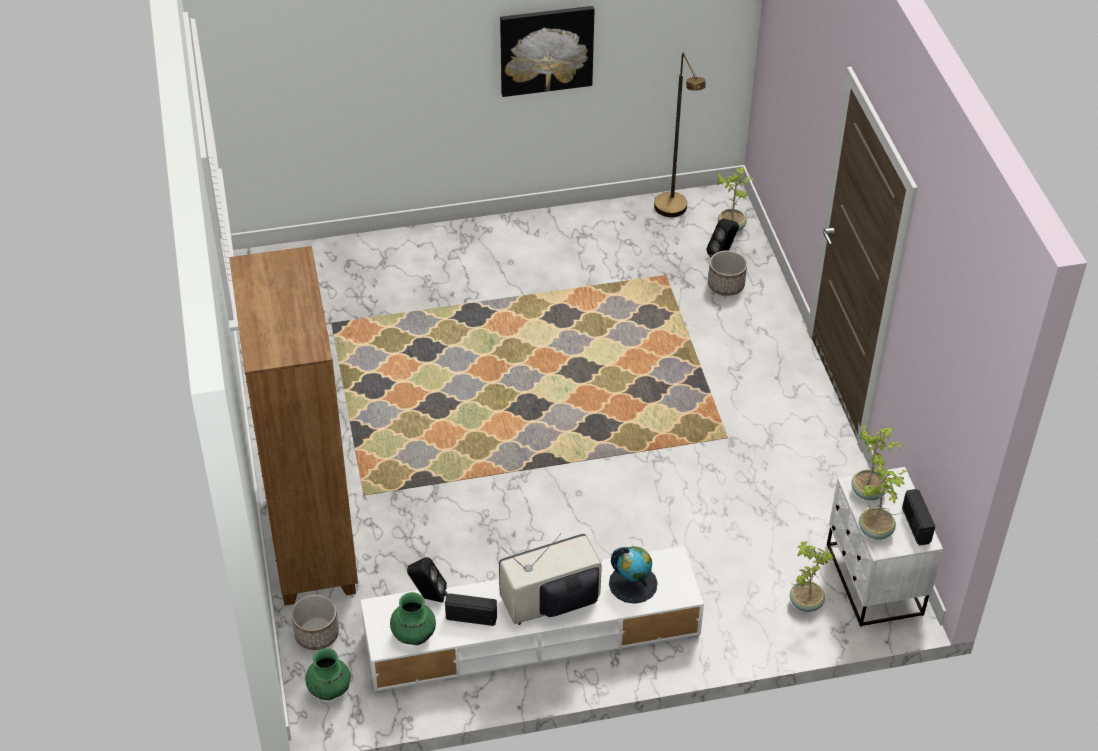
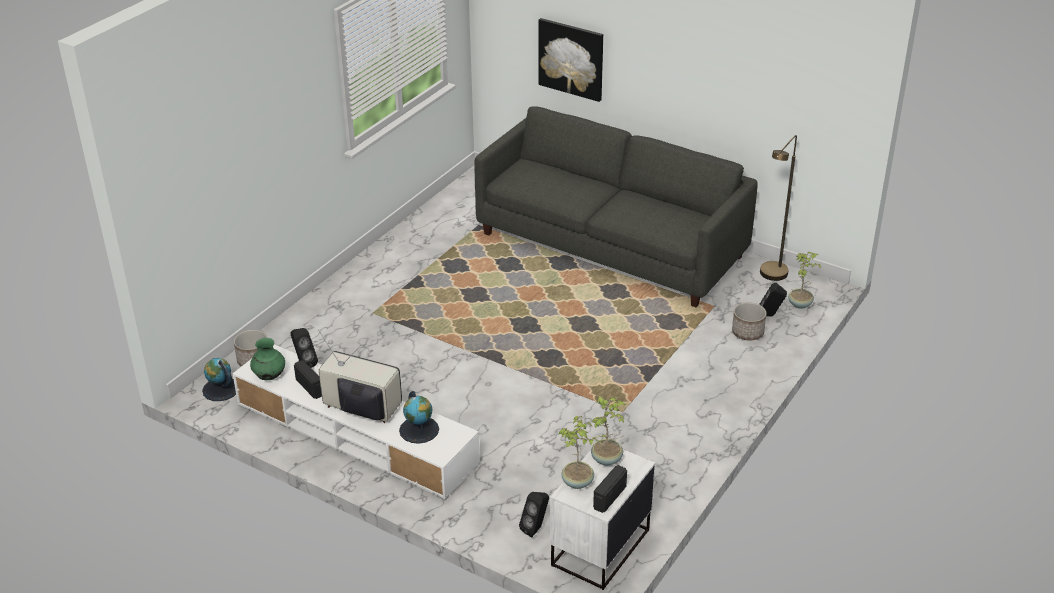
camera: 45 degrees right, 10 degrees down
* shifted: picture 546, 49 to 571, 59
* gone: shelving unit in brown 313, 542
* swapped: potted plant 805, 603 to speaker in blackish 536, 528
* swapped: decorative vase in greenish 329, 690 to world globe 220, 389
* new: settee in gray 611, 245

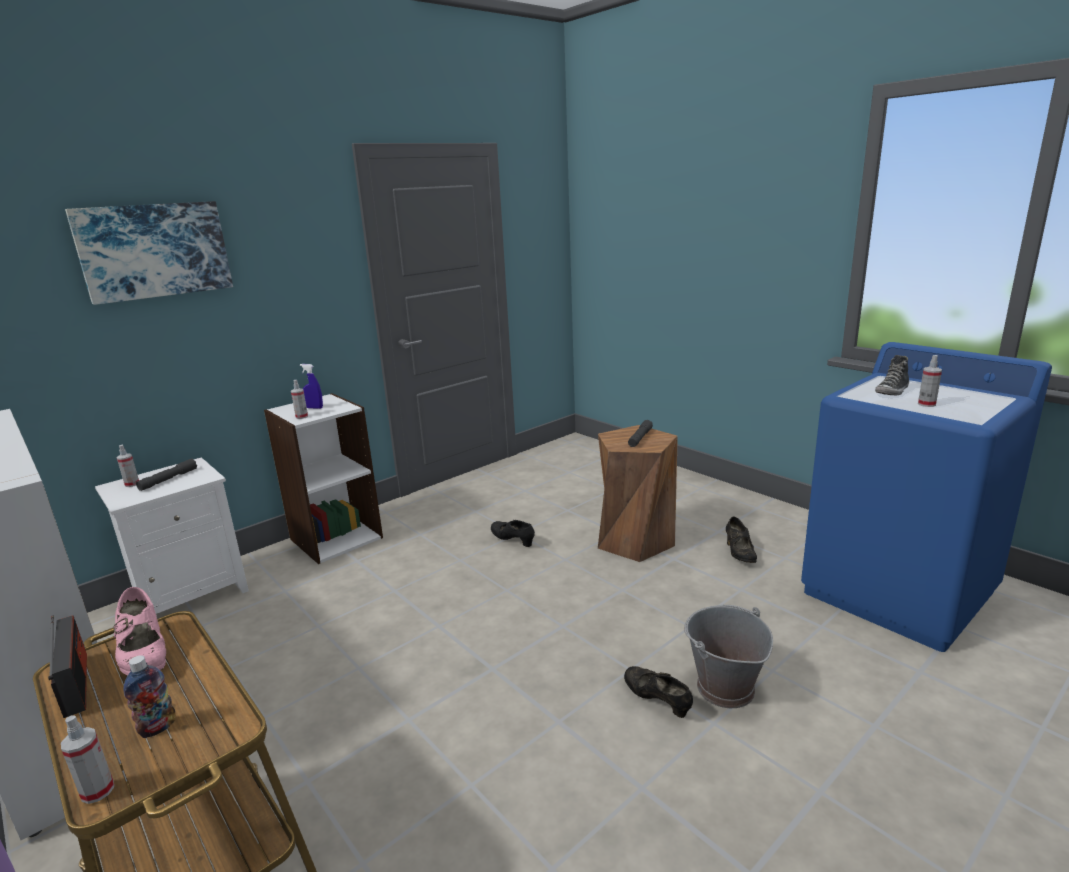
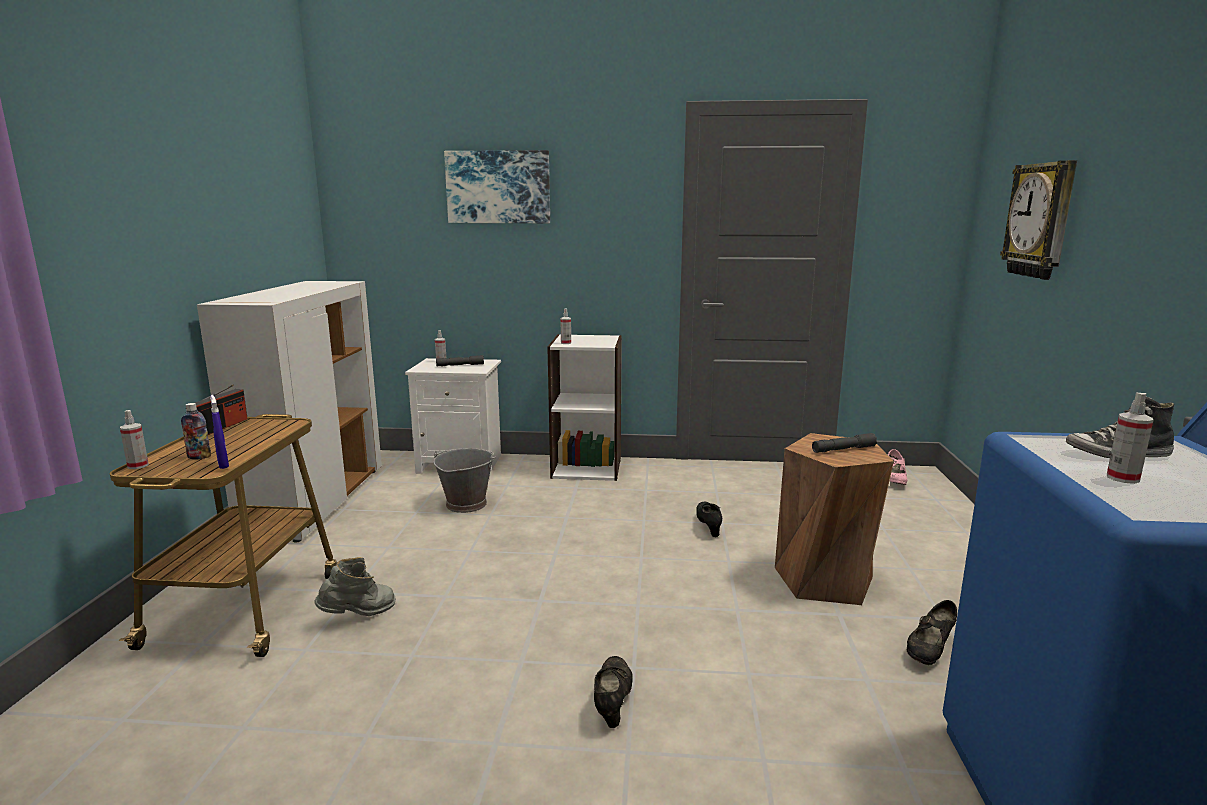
camera: 45 degrees right, 5 degrees down
* shifted: spray bottle in bluish 314, 408 to 223, 465
* shifted: item of footwear in pink-coloured 145, 656 to 894, 480
* shifted: pail in gray 724, 688 to 466, 504
* new: hanging clock 1041, 220
* new: tall boot in gray 359, 616

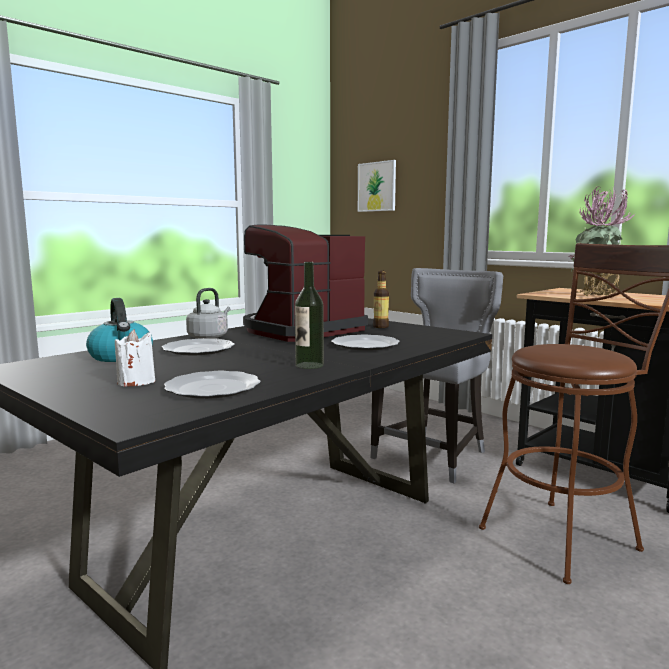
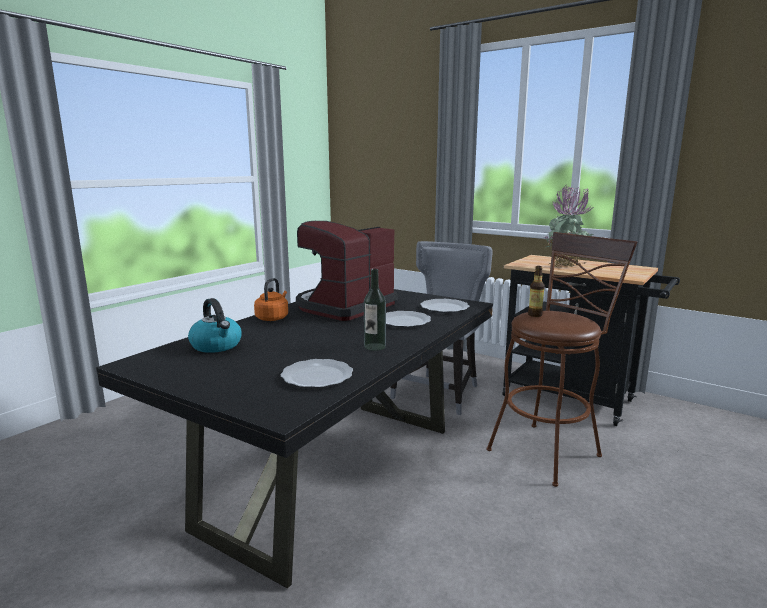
camera: 10 degrees left, 5 degrees up
* gone: picture 377, 186
* shifted: bottle 381, 327 to 535, 315
* repainted: tea kettle in gray 209, 337 to tea kettle in orangey 273, 318
* gone: wax candle in white-coloured 136, 382
* shifted: dinner plate 200, 349 to 445, 308

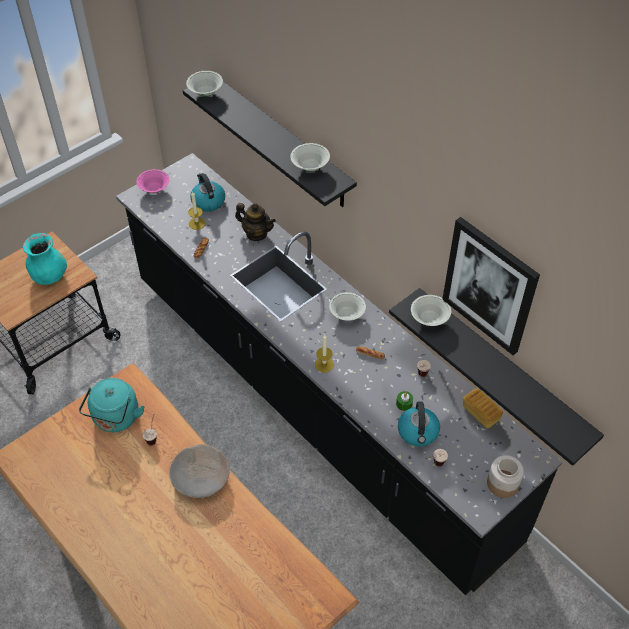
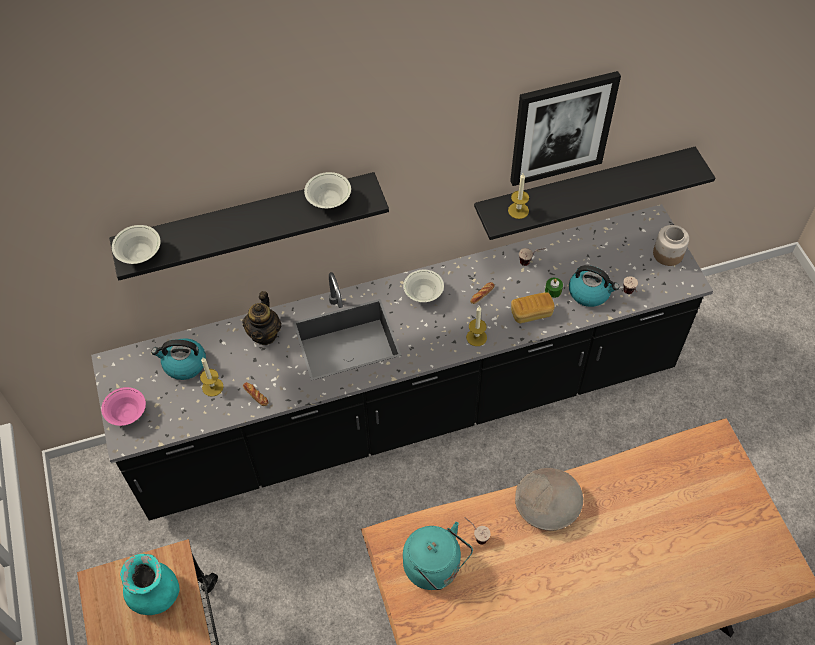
camera: 65 degrees left, 5 degrees up
* rotated: pot for tea 256, 234 = 265, 334 135 degrees clockwise
* swapped: serving bowl in white-coloured 429, 319 to wax candle 518, 210
* shifted: bakery bread 481, 413 to 531, 313

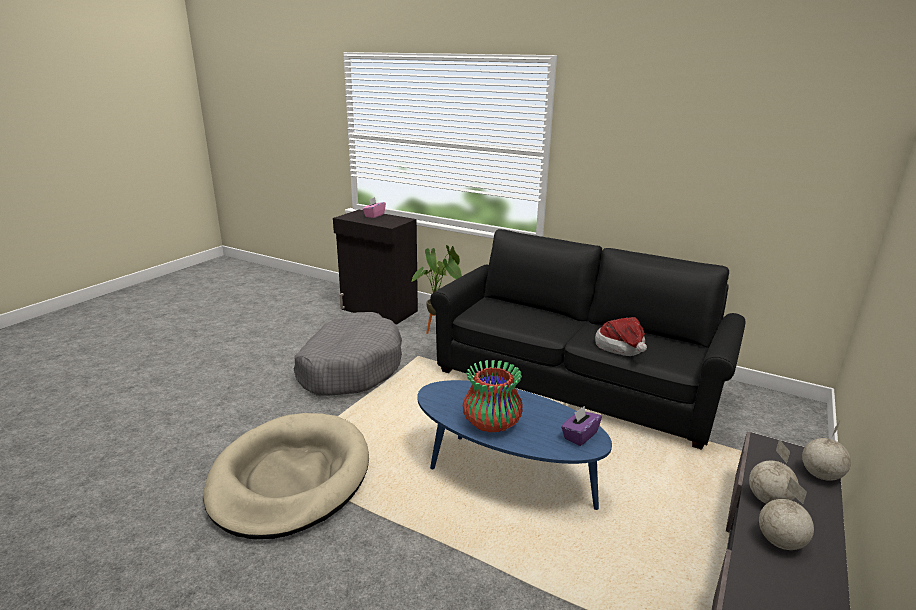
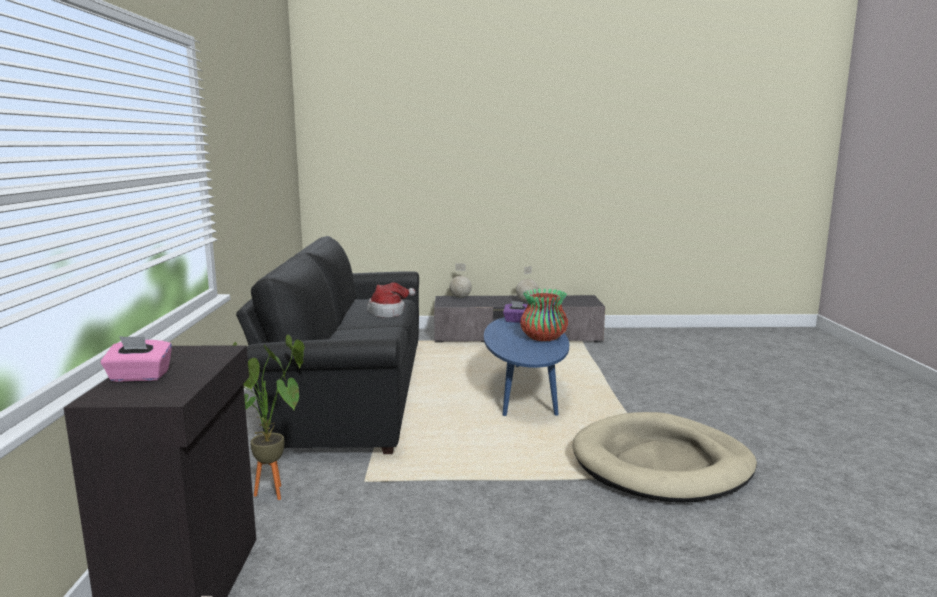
camera: 120 degrees left, 10 degrees down
* gone: dog bed in gray 350, 367
* gone: world globe 768, 500

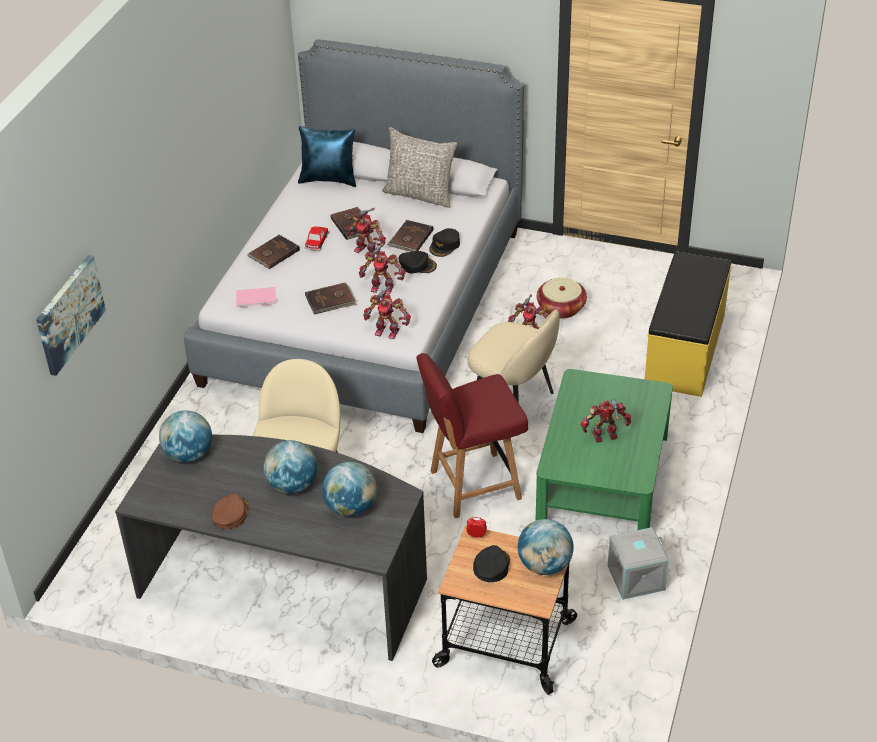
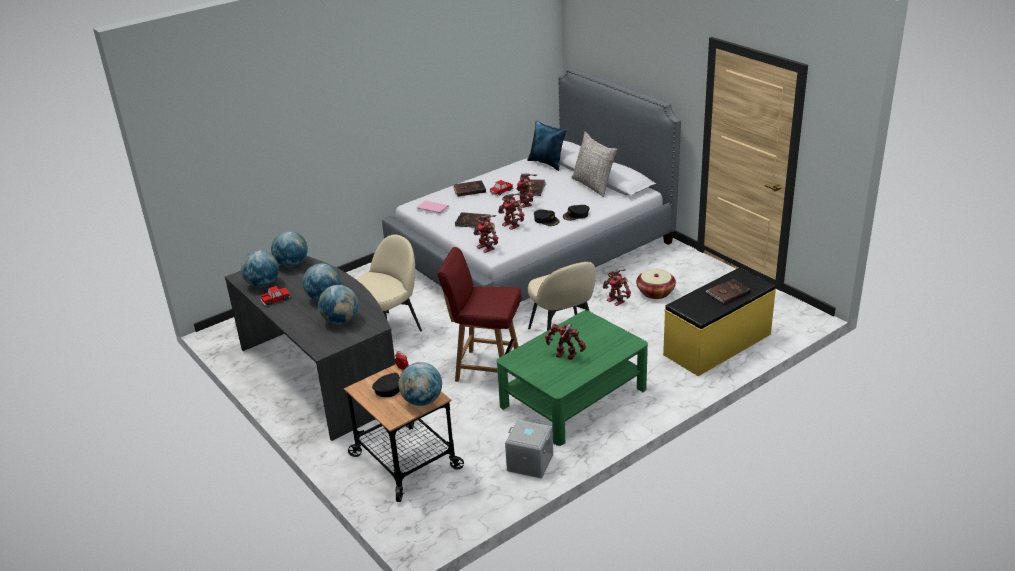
camera: 35 degrees right, 10 degrees down
* shifted: book in brown 410, 238 to 727, 293
* gone: picture 69, 314
* swapped: baseball cap in brown 230, 514 to miniature car 276, 299
* new: world globe 263, 284

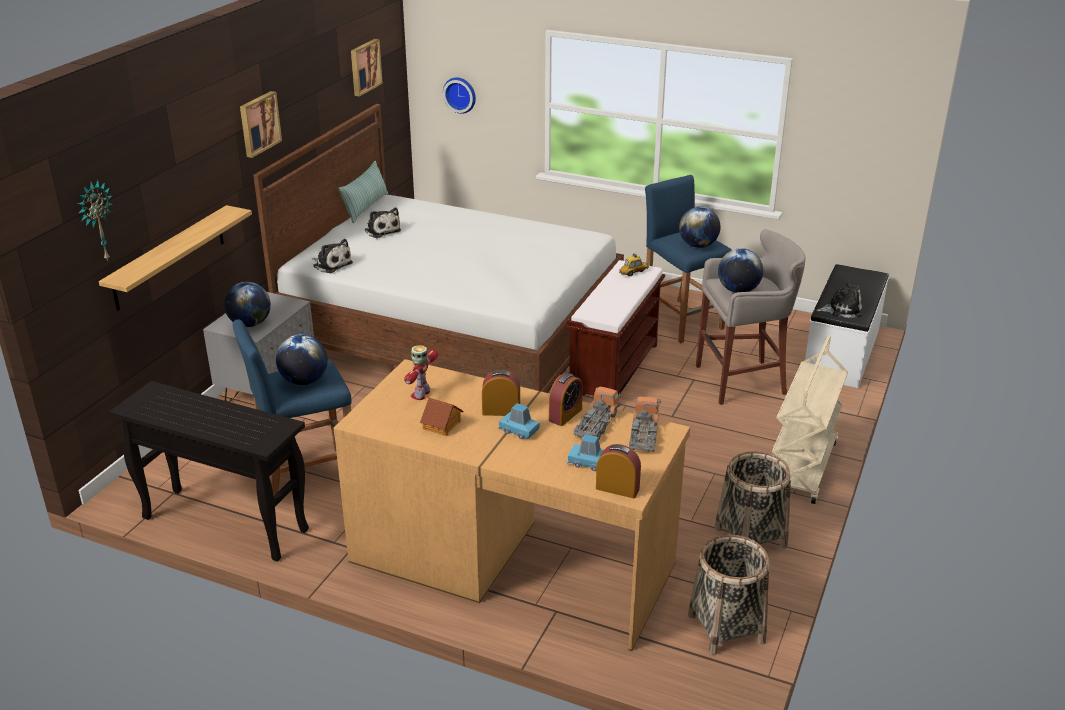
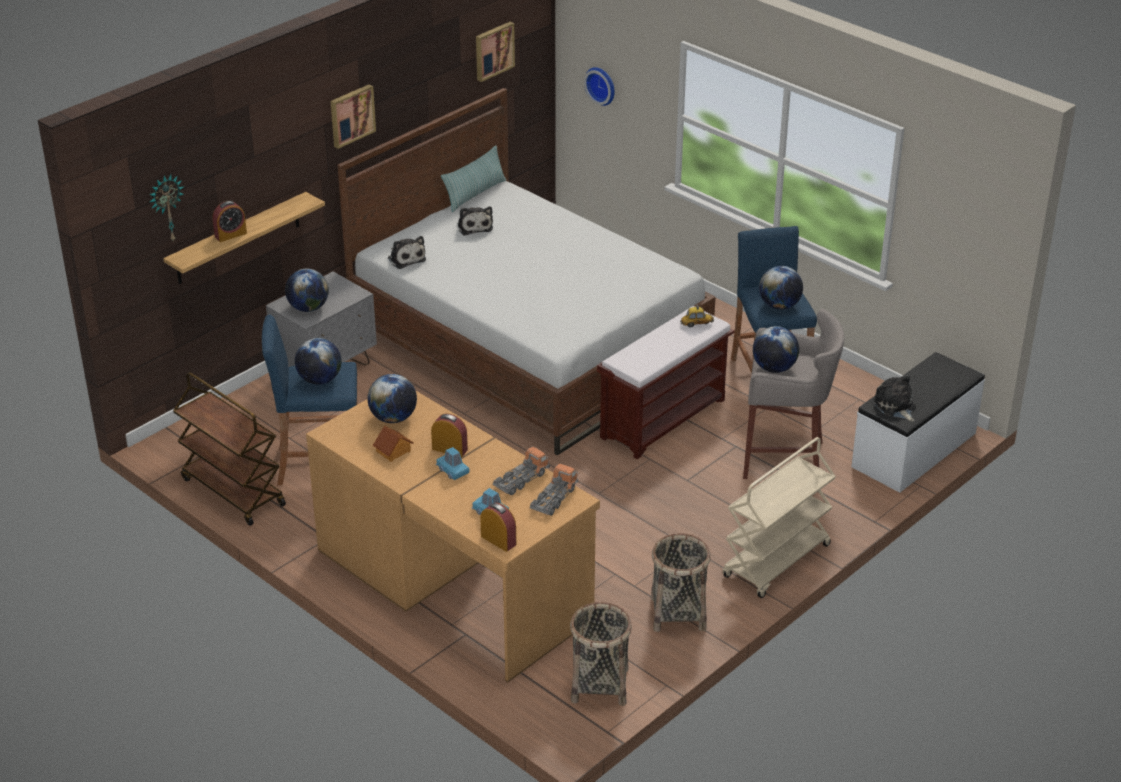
camera: 20 degrees right, 5 degrees up
* rotated: cuddly toy 841, 309 = 895, 407 135 degrees counterclockwise
* swapped: toy robot 421, 394 to world globe 393, 418
* shifted: table clock 565, 415 to 230, 235
* swapped: hall table in blackish 223, 524 to wheeled cart in brown 232, 492

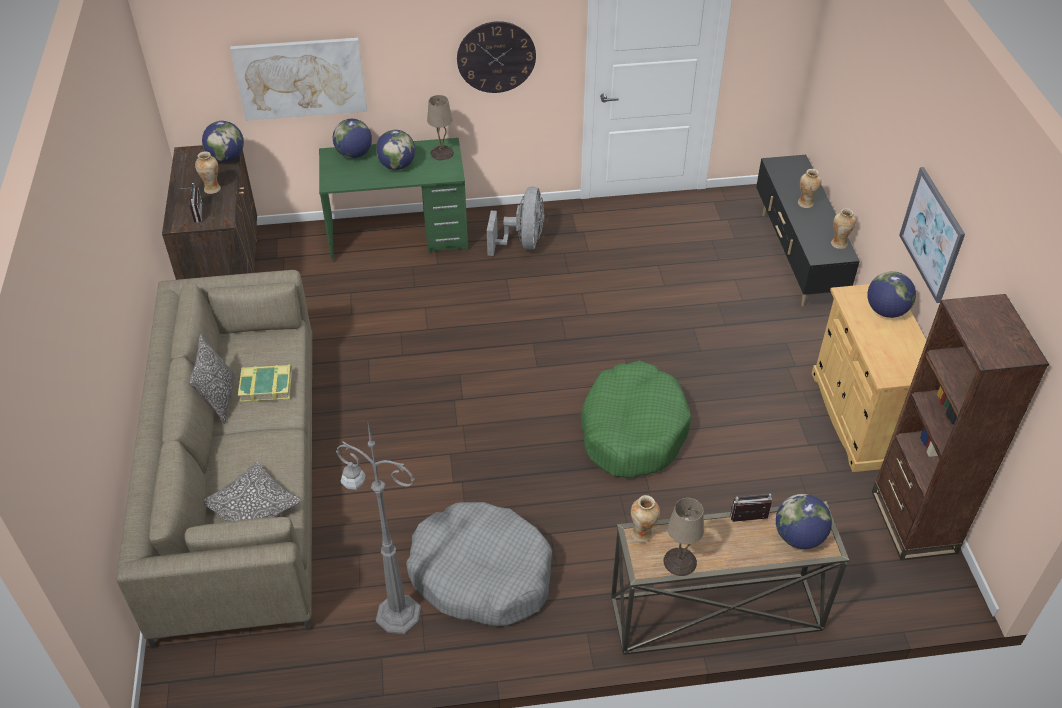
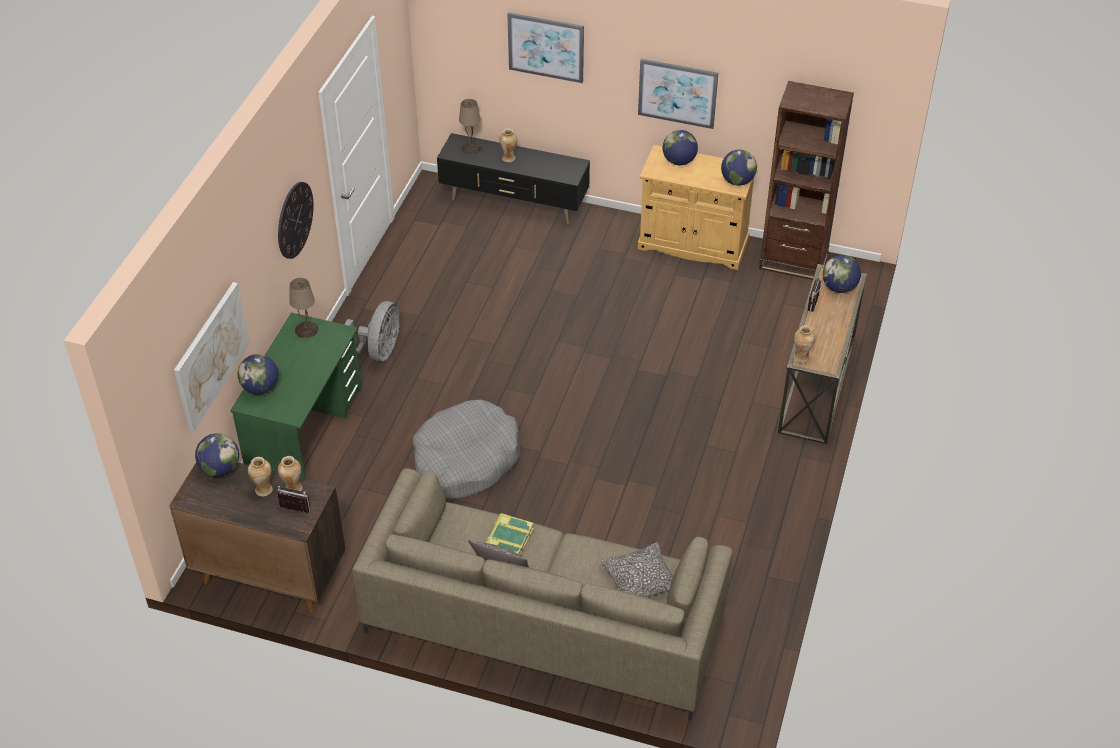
camera: 65 degrees left, 0 degrees up
* shifted: world globe 397, 165 to 737, 181
* rotated: electric fan in gray 522, 243 = 377, 352 75 degrees clockwise
* shifted: decorative vase 839, 243 to 293, 489
* gone: dog bed in greenish 632, 430
* gone: standard lamp in gray 396, 613
* shifted: table lamp in sand-coloured 679, 562 to 471, 147
* shifted: dog bed in gray 481, 574 to 465, 460
* new: picture 546, 47

